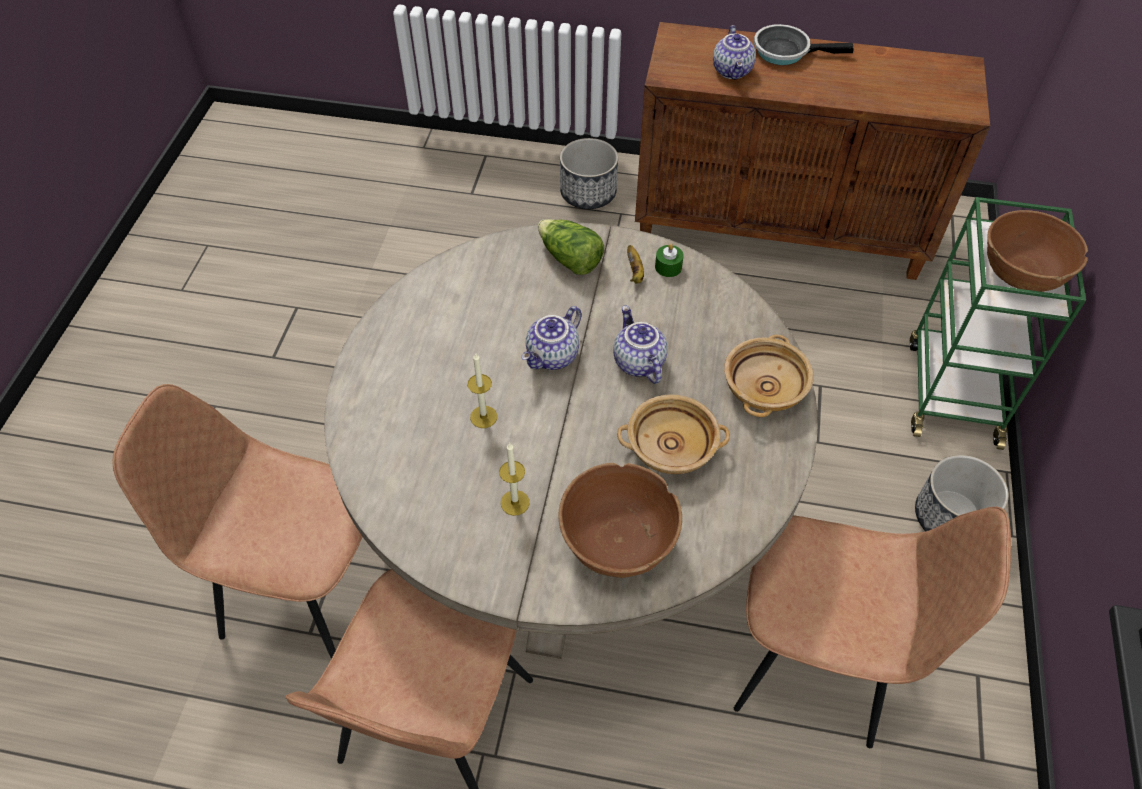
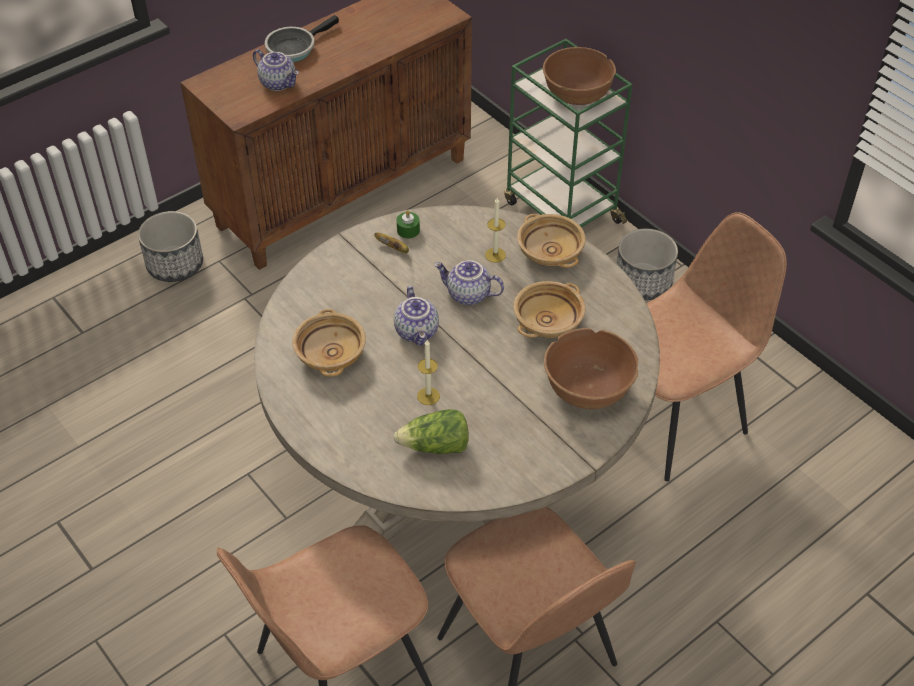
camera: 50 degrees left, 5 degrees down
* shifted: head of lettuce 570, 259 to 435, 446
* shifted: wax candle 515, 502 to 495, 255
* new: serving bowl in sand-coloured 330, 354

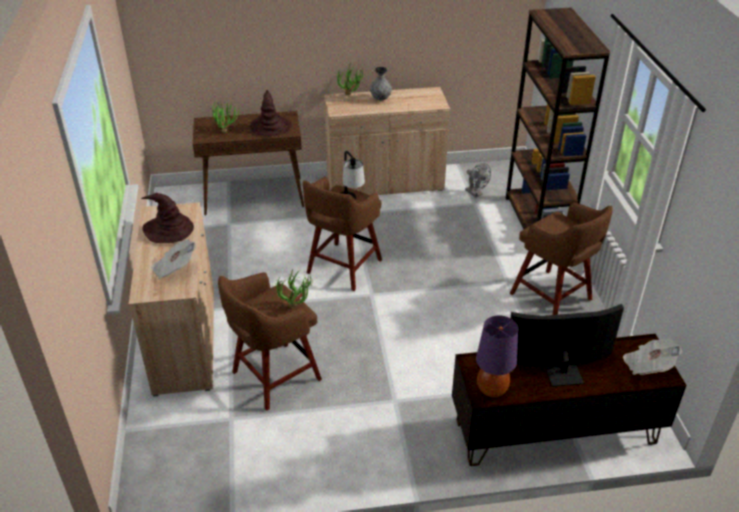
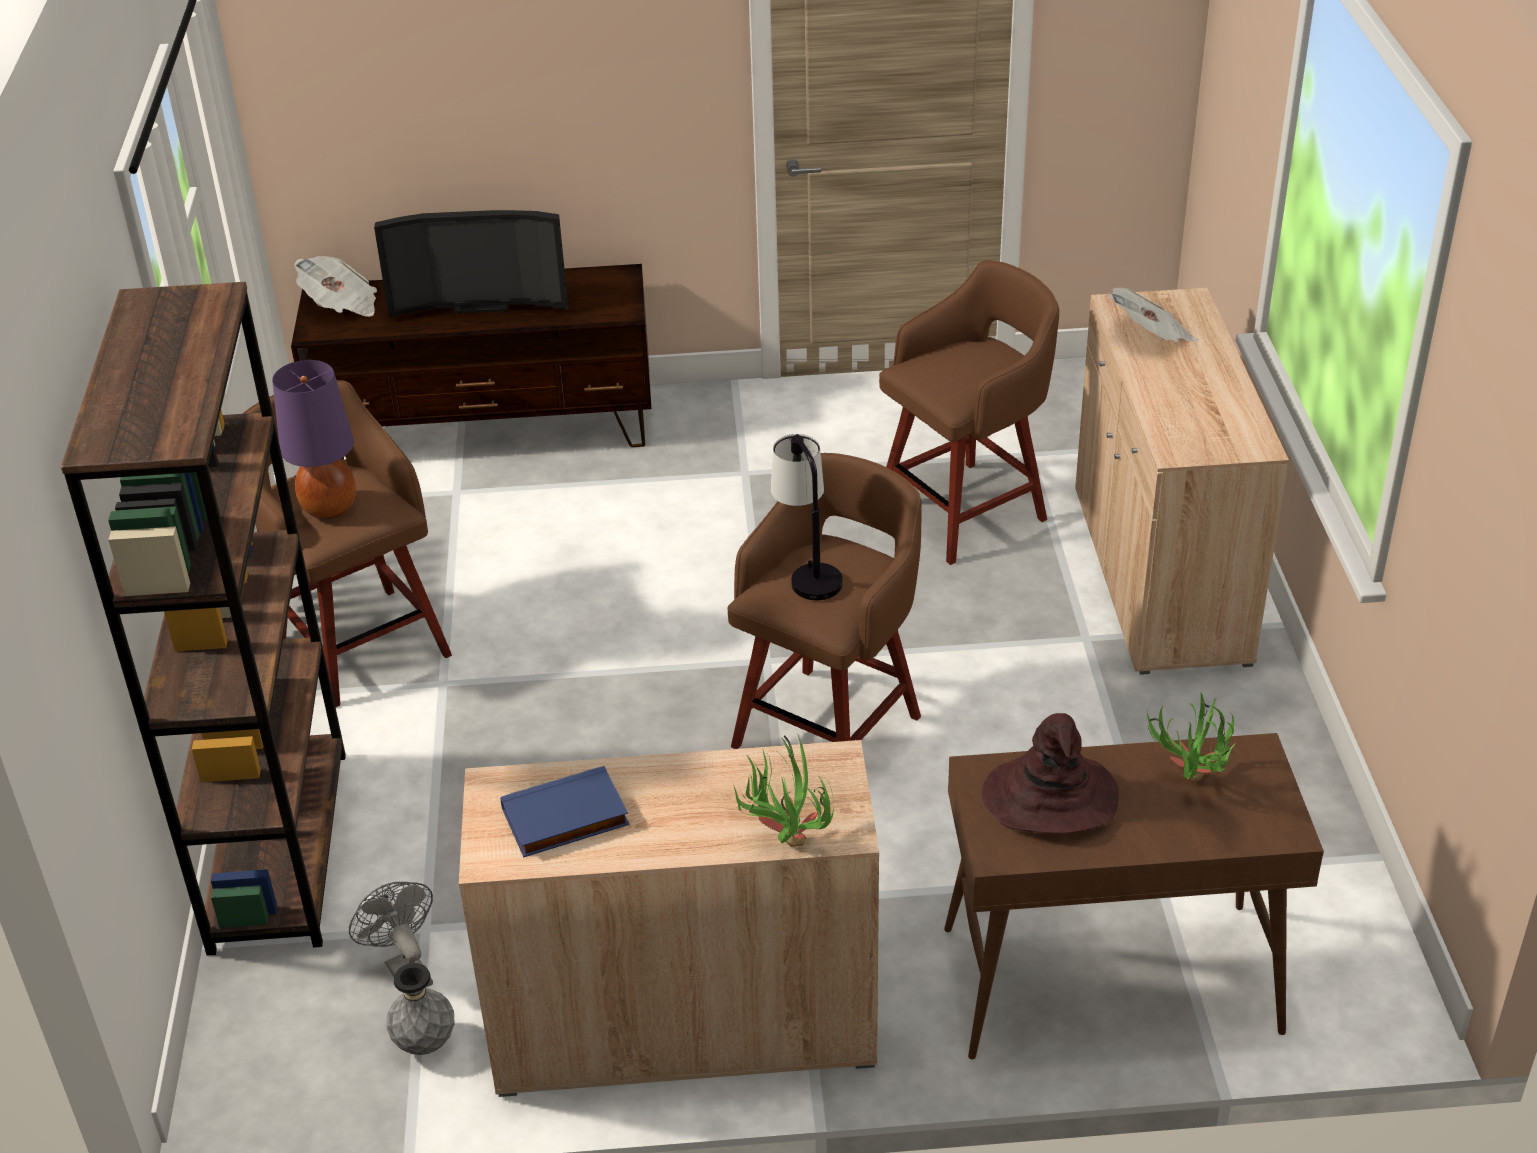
camera: 175 degrees left, 0 degrees up
* shifted: decorative vase in gray 380, 99 to 425, 1043
* gone: wearable hat in brown 169, 229
* gone: potted plant 297, 308
* shifted: table lamp in purple-coloured 491, 389 to 330, 508
* new: book in bluish 565, 819

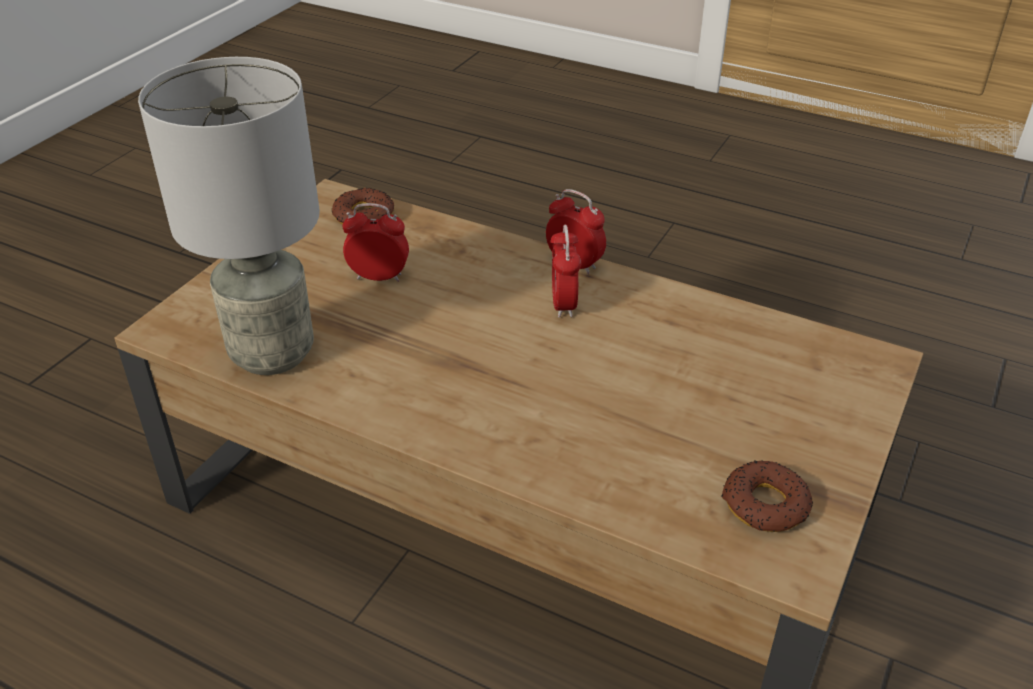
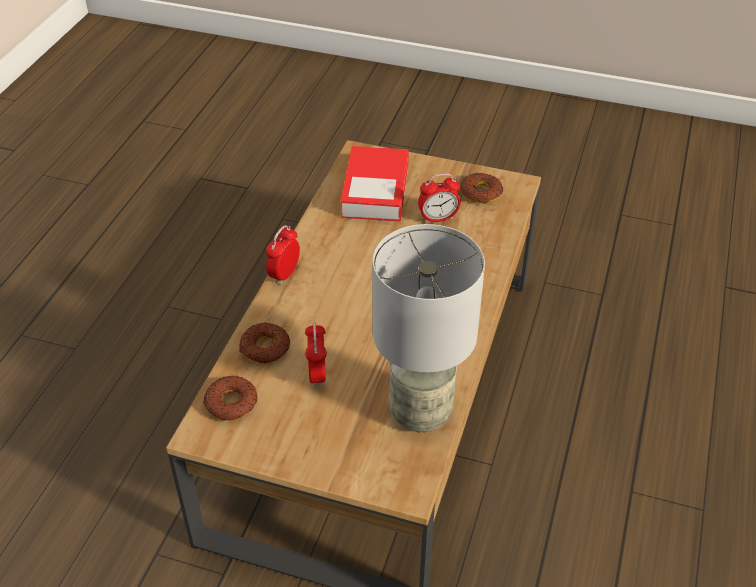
camera: 100 degrees left, 5 degrees up
* shifted: table clock 563, 304 to 438, 218
* new: book 375, 191
* new: donut 265, 348

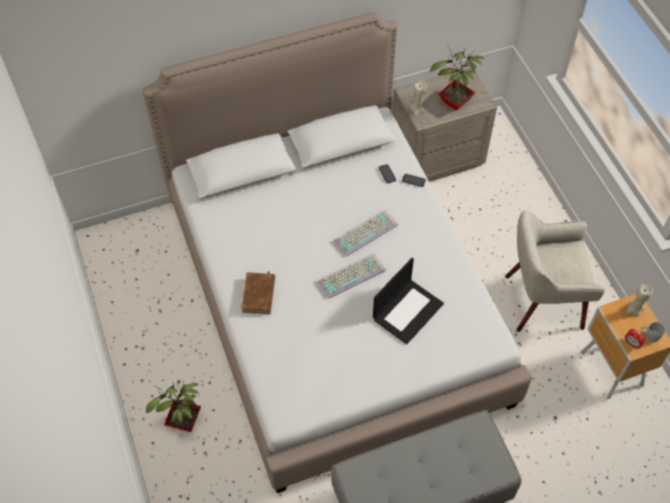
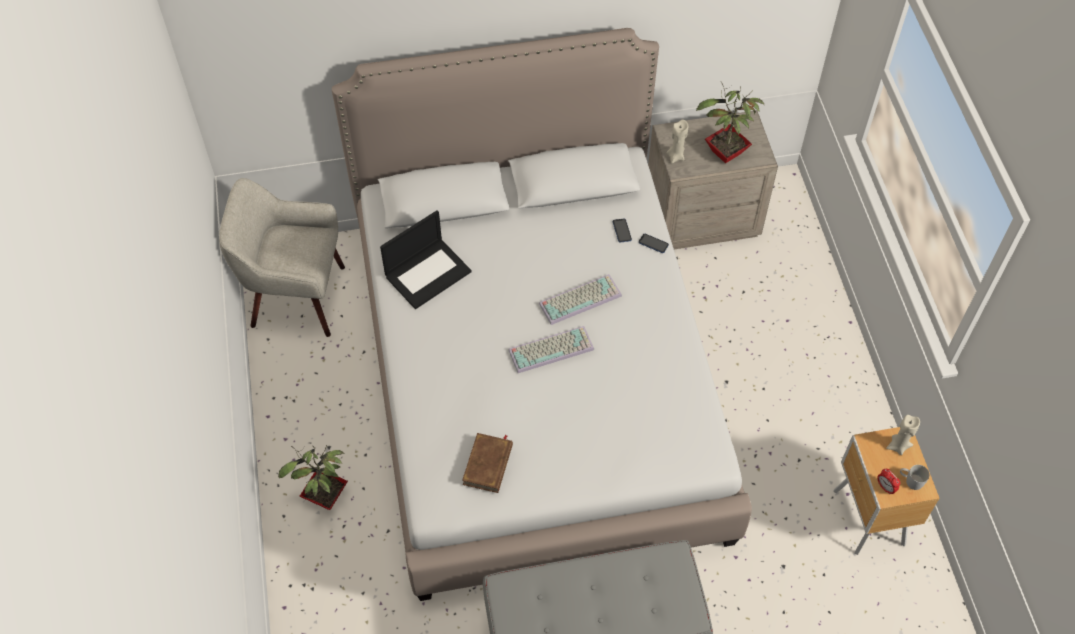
camera: 10 degrees right, 0 degrees up
* shifted: lounge chair in sand-coloured 542, 300 to 296, 297
* shifted: laptop 407, 310 to 428, 273
* shifted: book in brown 259, 295 to 488, 464

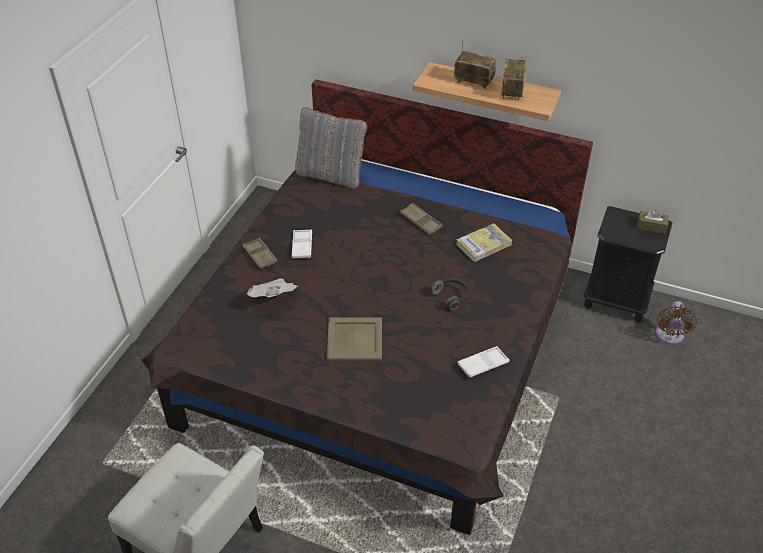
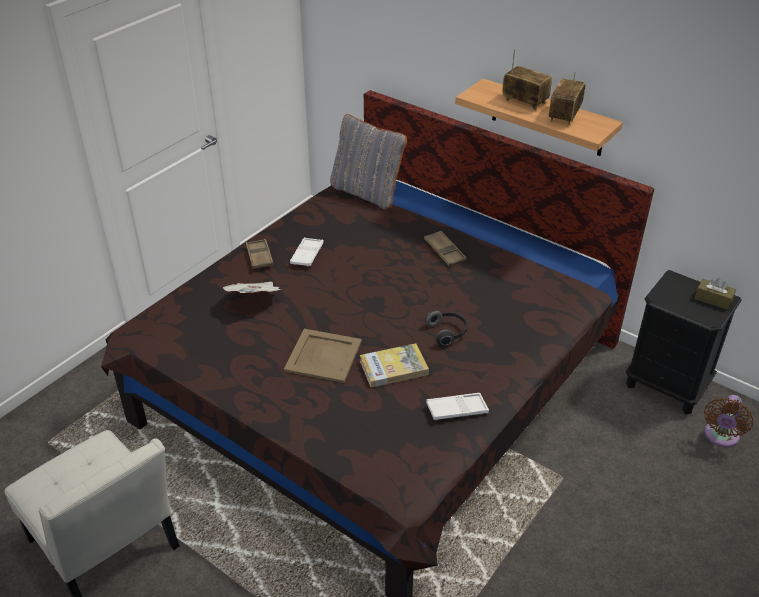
camera: 15 degrees right, 5 degrees down
* shifted: book 483, 244 to 393, 368

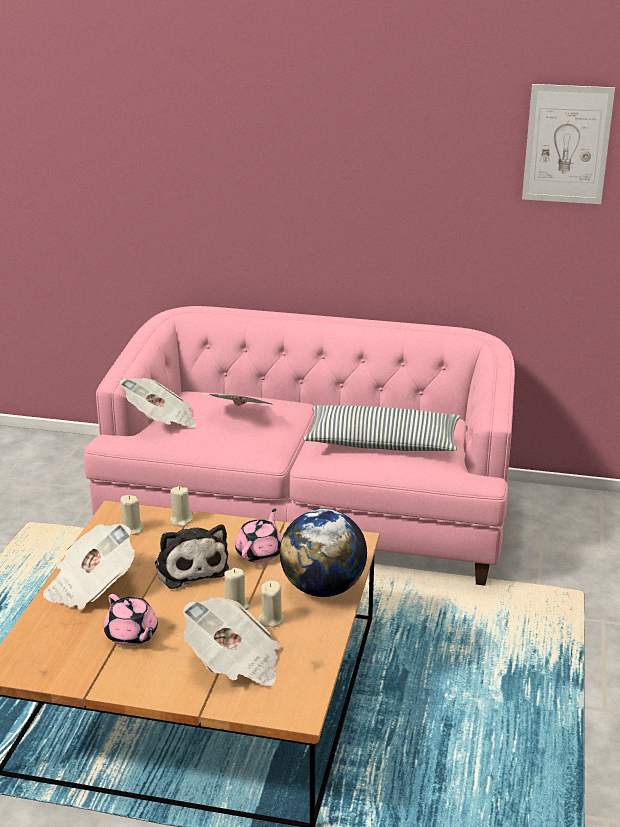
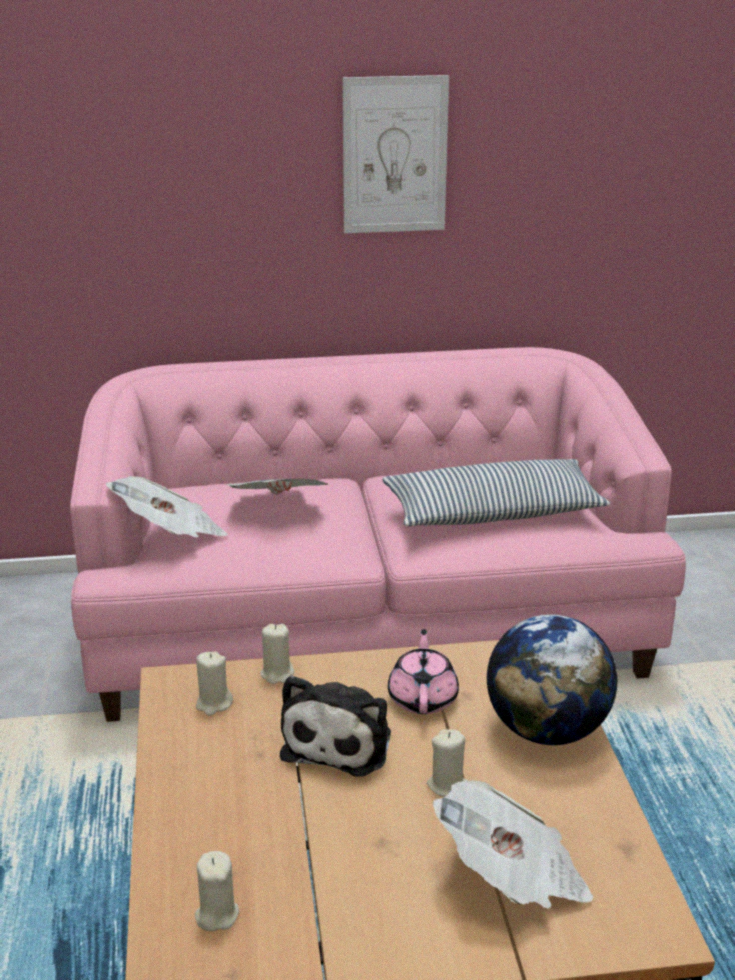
camera: 20 degrees left, 0 degrees up
* shifted: picture 567, 144 to 394, 155
* gone: printed paper 90, 586
* rotated: cuddly toy 190, 567 = 340, 741 60 degrees clockwise
* shifted: wax candle in sand-coloured 271, 619 to 216, 914
* gone: pot for tea in pink-coloured 132, 635

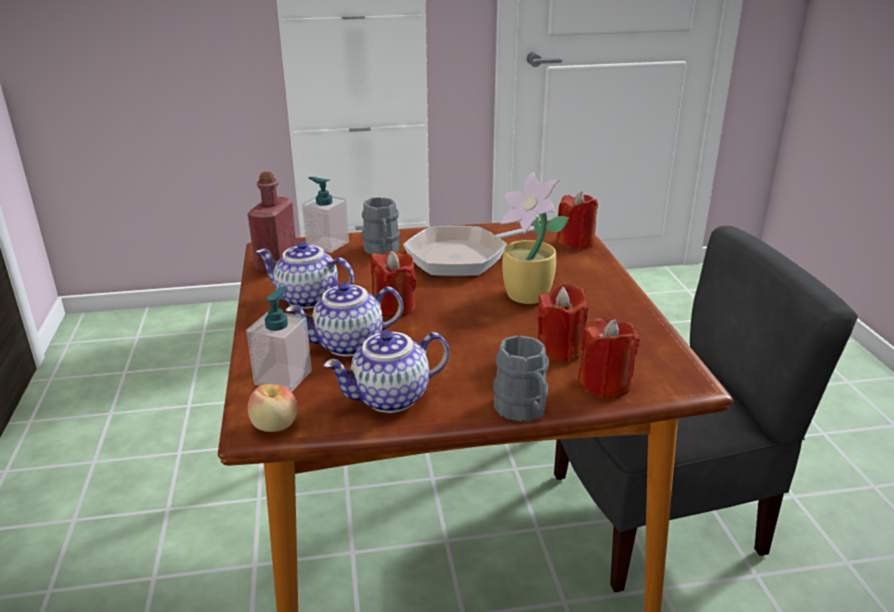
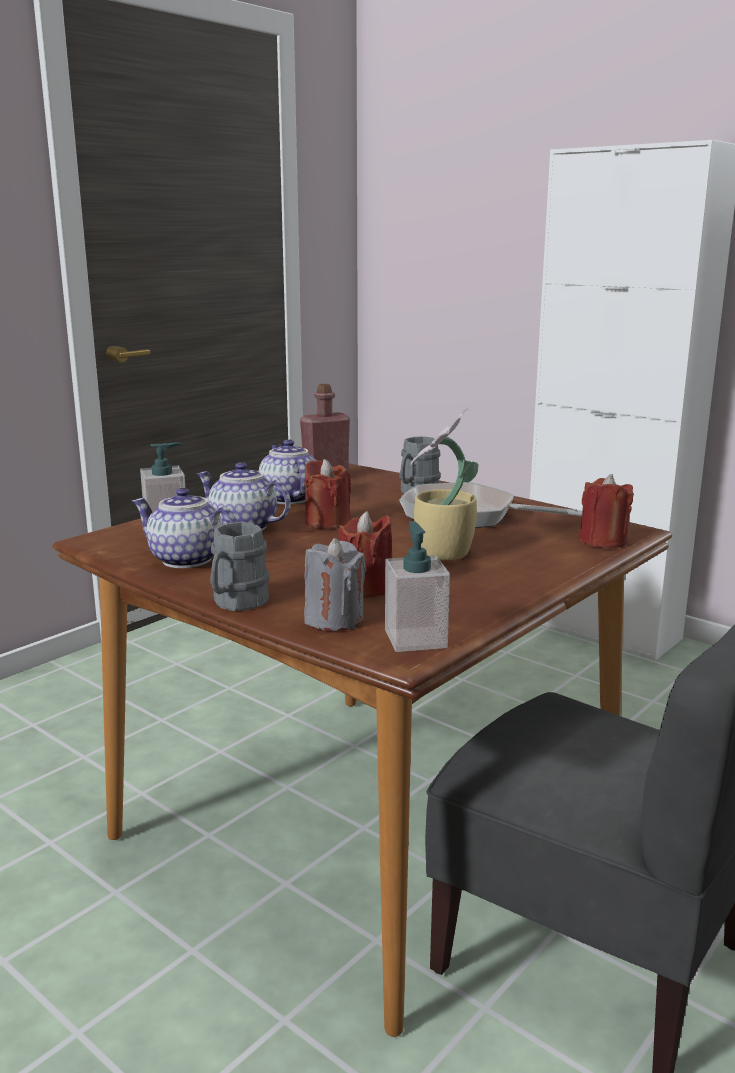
camera: 50 degrees right, 10 degrees down
* shifted: liquid soap bottle 327, 244 to 415, 639
* repainted: wax candle in reddish 605, 384 to wax candle in gray 334, 619
* gone: whole apple 275, 426

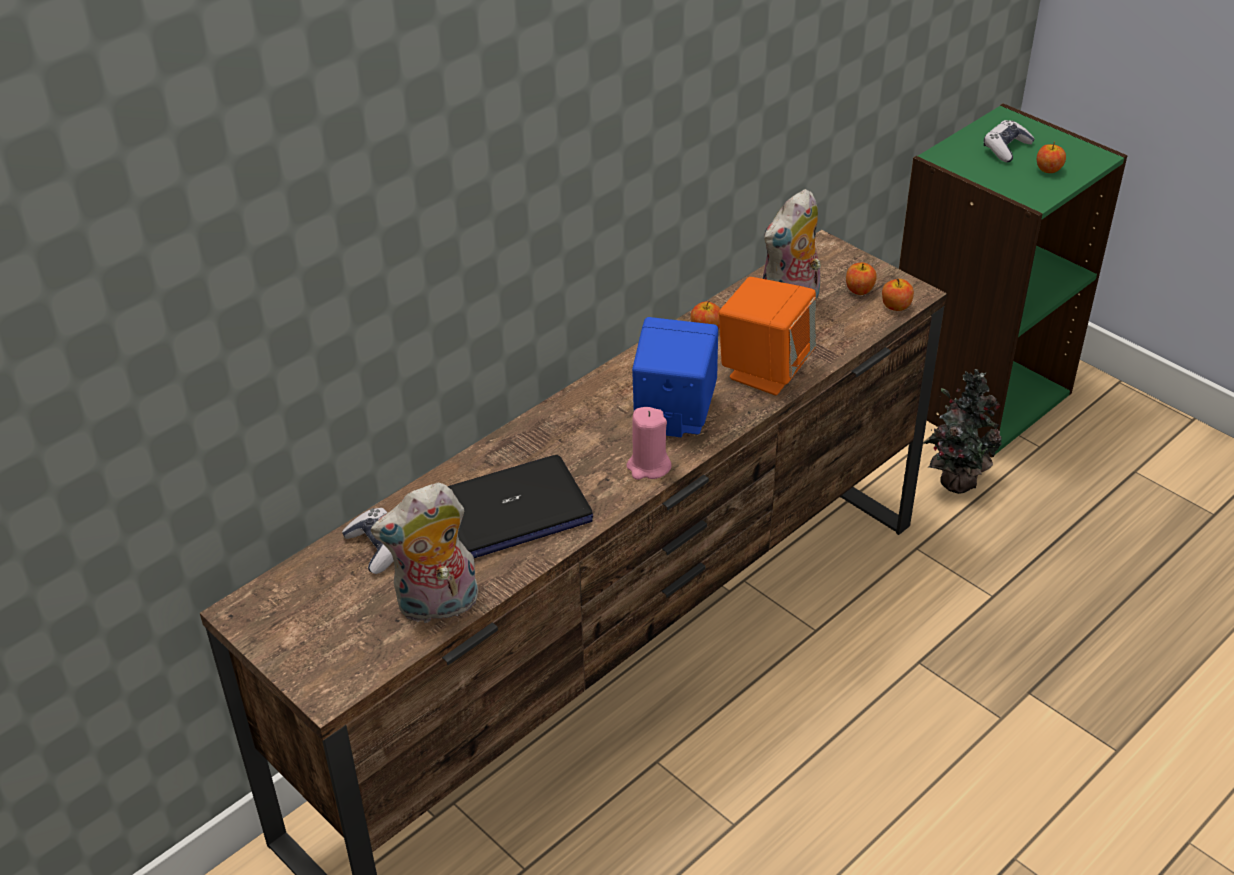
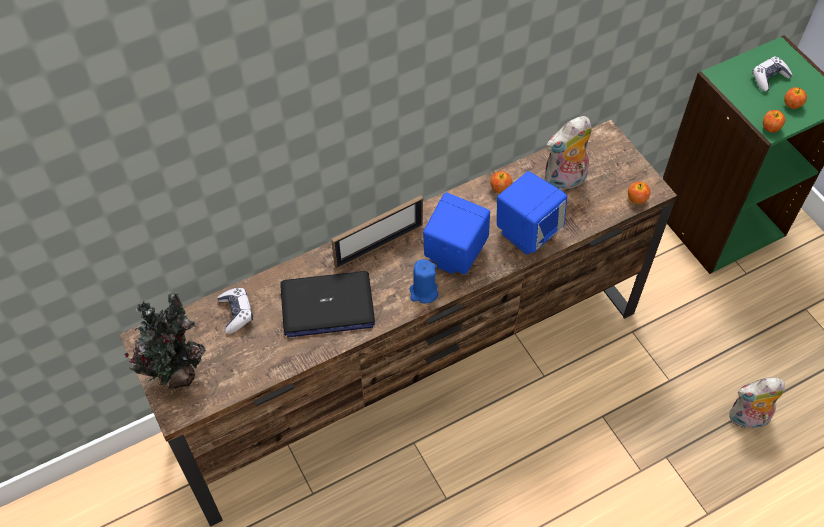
camera: 15 degrees right, 15 degrees up
* shifted: whole apple 859, 290 to 770, 127
* repainted: speaker in orangey 765, 370 to speaker in bluish 527, 232
* shifted: potted plant 954, 481 to 177, 372
* repainted: wax candle in pink-coloured 648, 466 to wax candle in bluish 423, 292
* shifted: cuddly toy 437, 607 to 747, 419
* new: picture frame 379, 245

